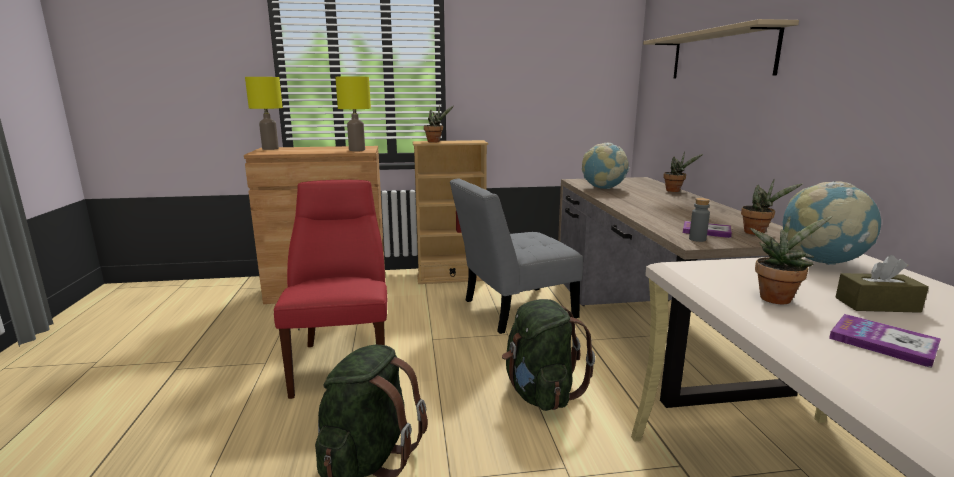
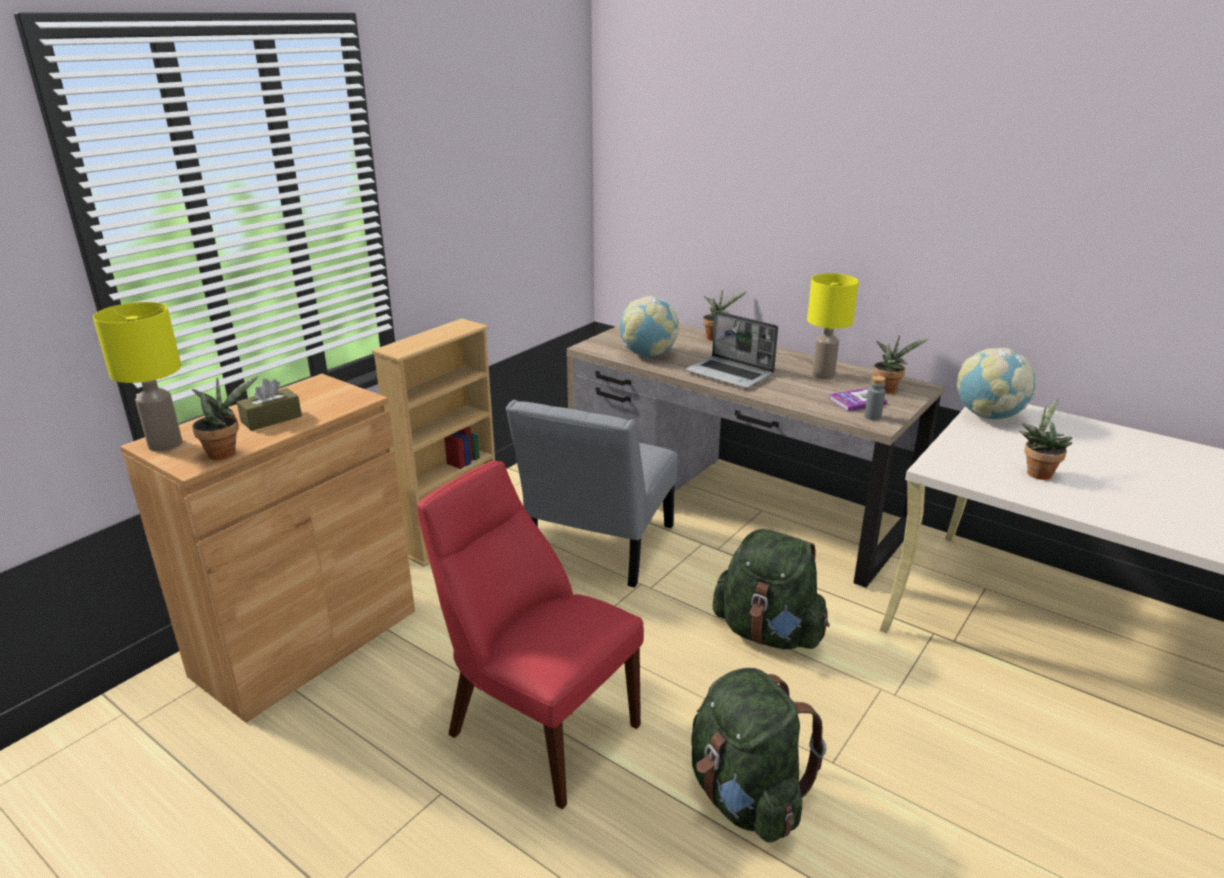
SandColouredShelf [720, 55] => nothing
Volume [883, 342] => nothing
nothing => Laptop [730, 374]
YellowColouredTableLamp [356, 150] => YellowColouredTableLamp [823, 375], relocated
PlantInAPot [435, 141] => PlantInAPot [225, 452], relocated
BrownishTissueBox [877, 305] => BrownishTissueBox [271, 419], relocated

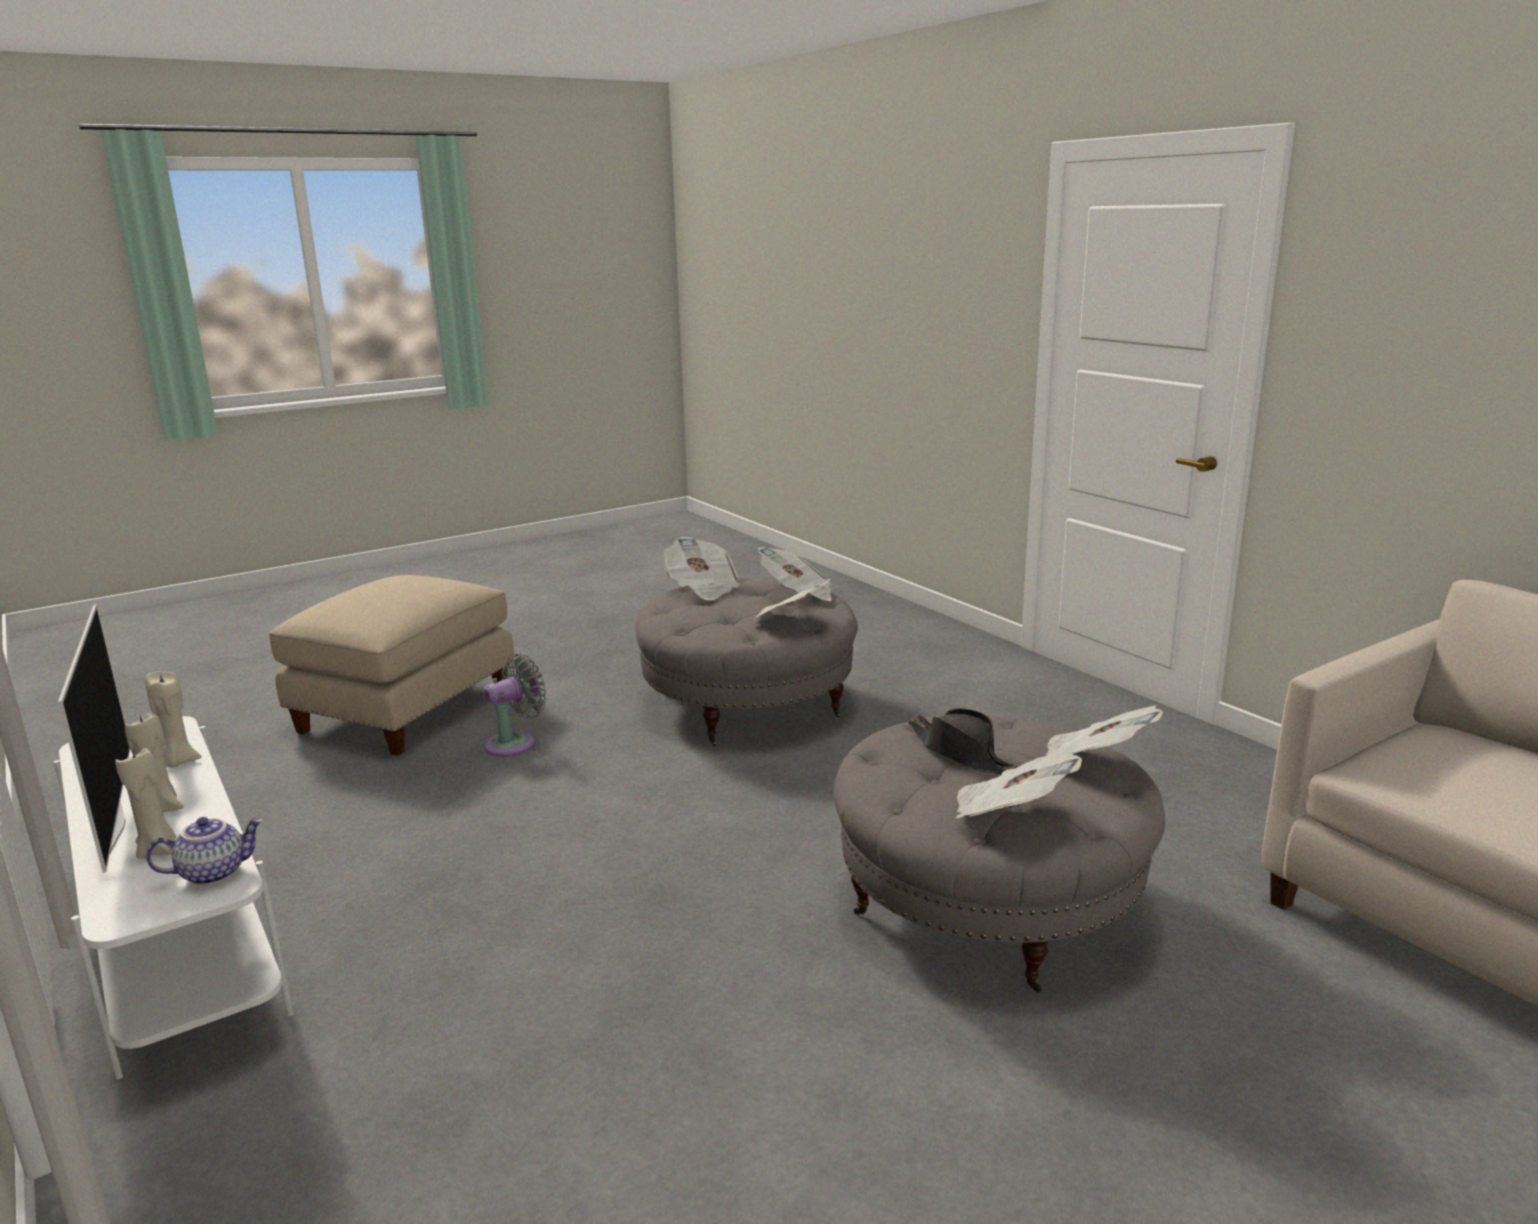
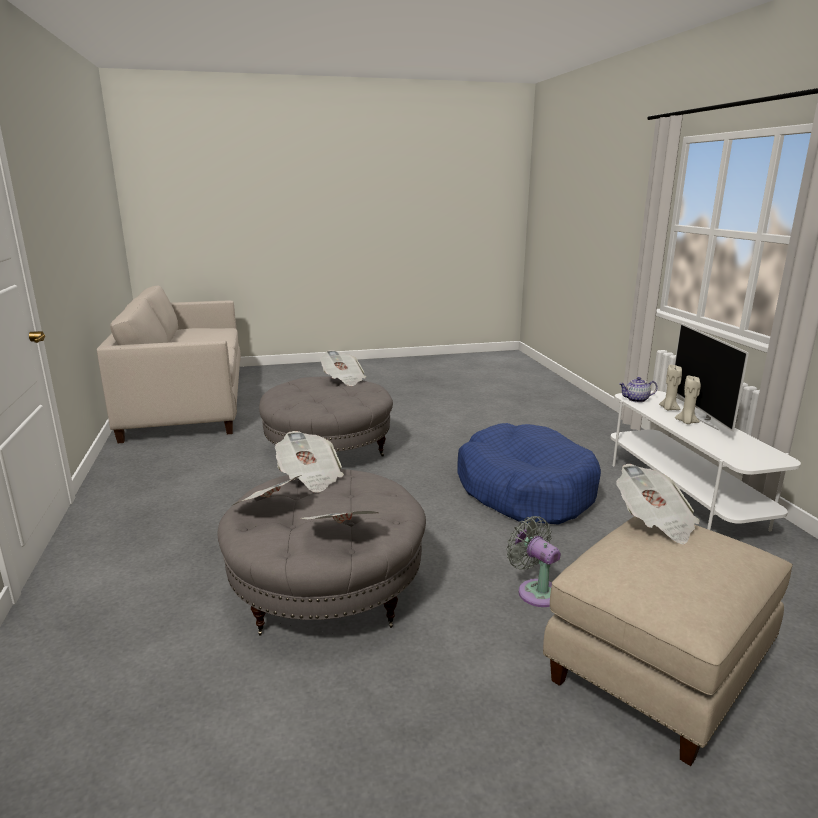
SandColouredWaxCandle [179, 761] => nothing
BlackHat [961, 753] => nothing
nothing => BluePetBed [525, 490]
PrintedPaper [1095, 760] => PrintedPaper [655, 522], relocated
GrayFan [515, 743] => GrayFan [535, 591], 75 degrees clockwise

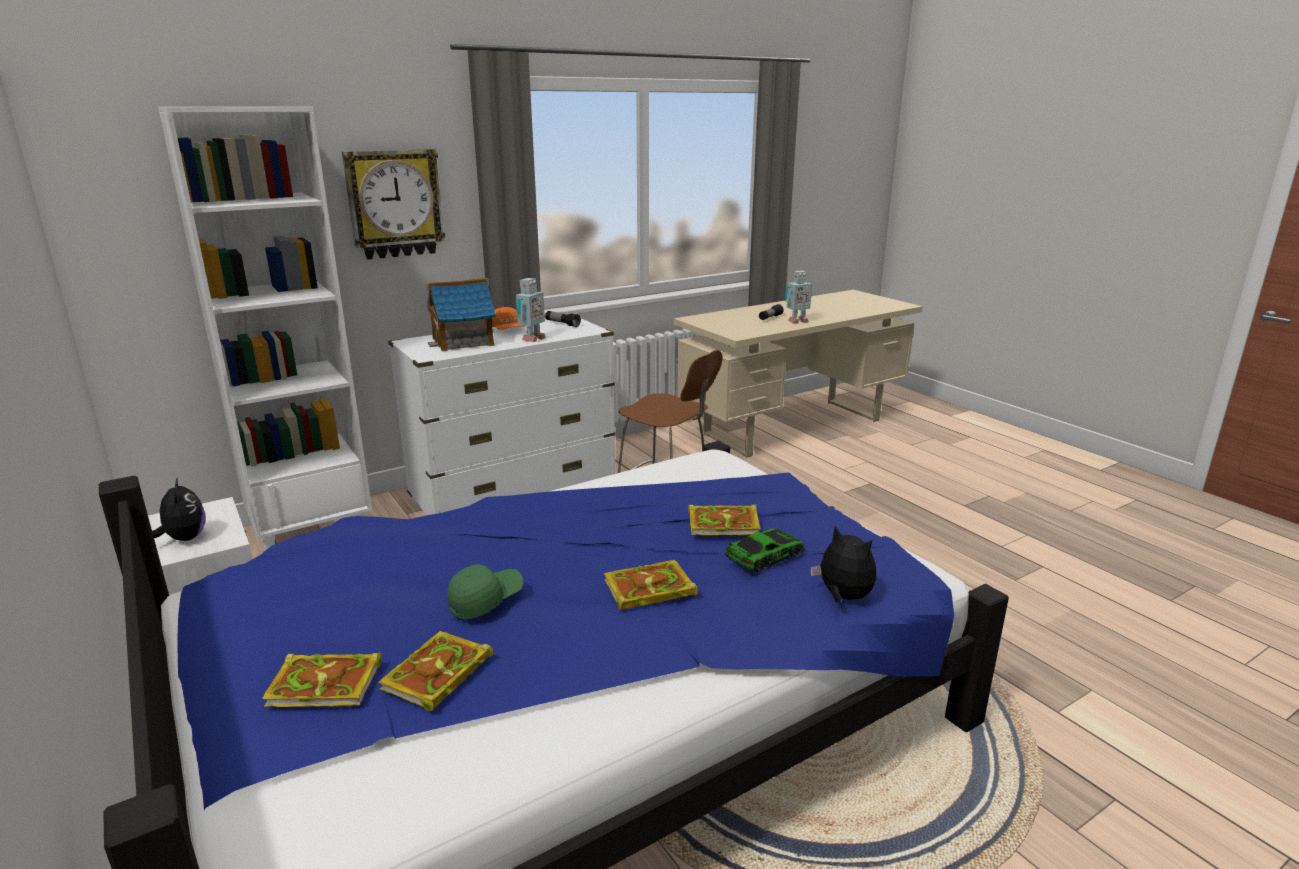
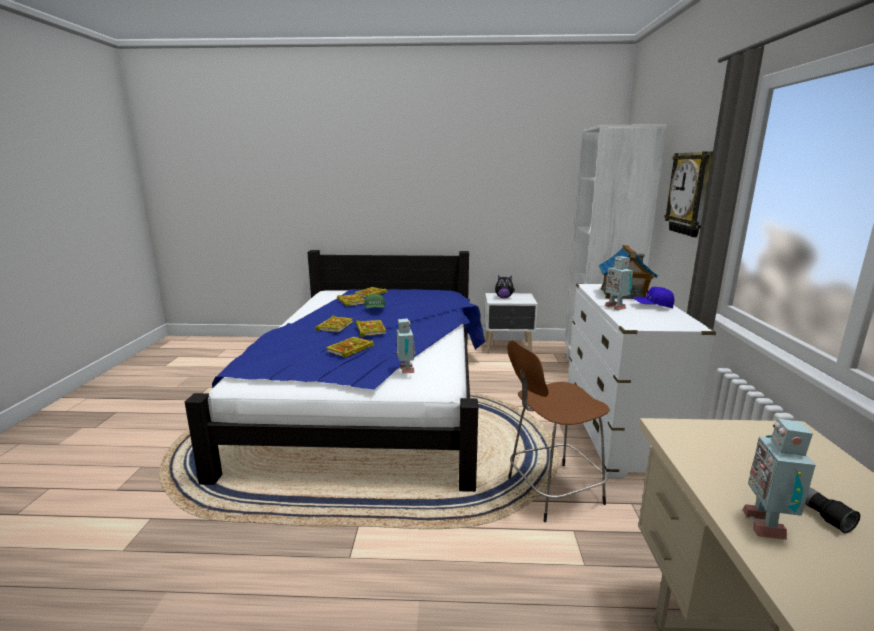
Flashlight [562, 324] => nothing
MiniatureCar [765, 556] => nothing
PlushToy [843, 597] => nothing
nothing => Volume [370, 329]
nothing => ModelRobot [405, 370]
OrangeColouredPeakedCap [507, 330] => BluePeakedCap [652, 306]

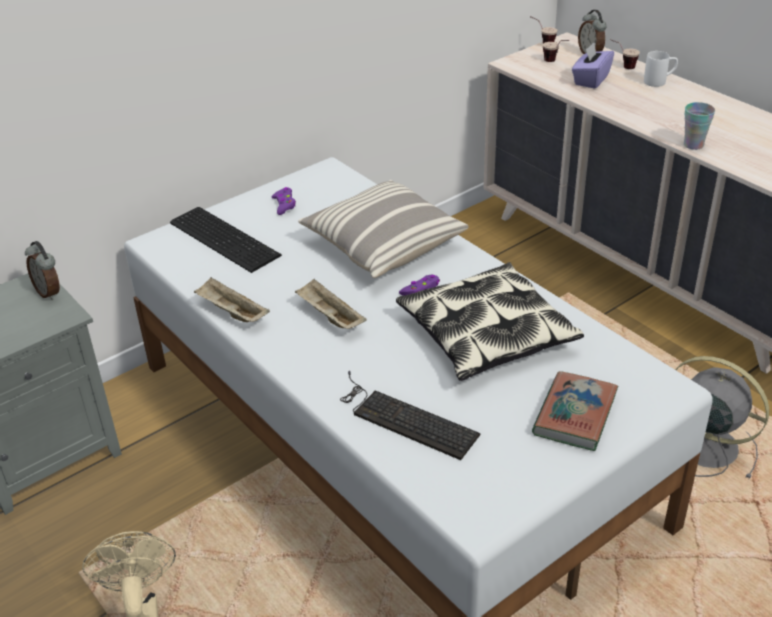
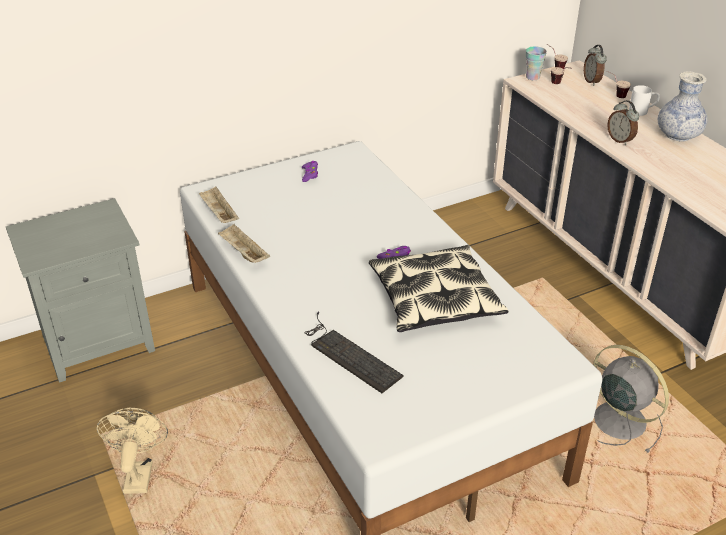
ComputerKeyboard [225, 237] => nothing
ThrowPillow [383, 245] => nothing
Volume [575, 415] => nothing
PurplishTissueBox [591, 80] => nothing
nothing => Vase [678, 135]
BedsideClock [49, 292] => BedsideClock [620, 140], relocated
SandColouredCarryingTray [329, 316] => SandColouredCarryingTray [219, 214], relocated
Cup [693, 145] => Cup [532, 77], relocated

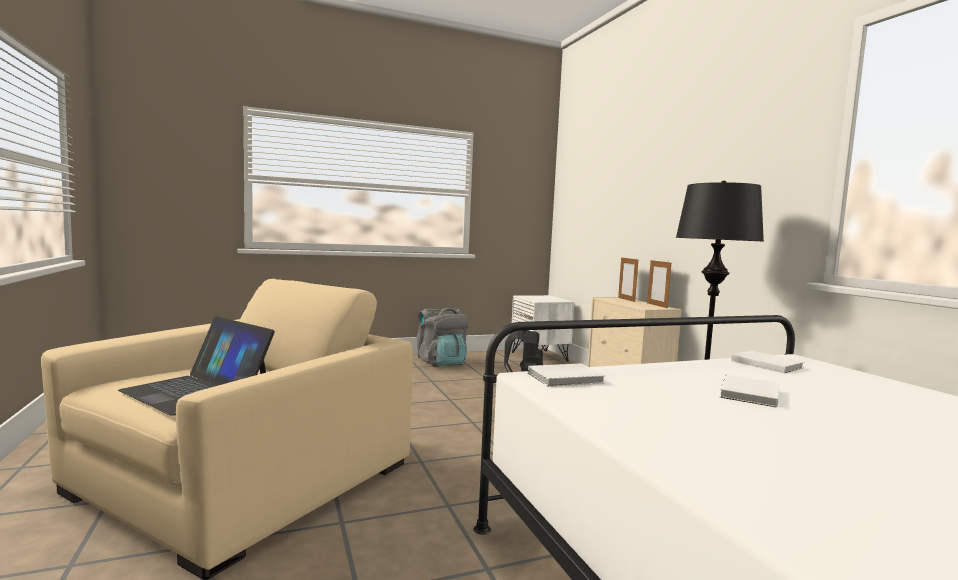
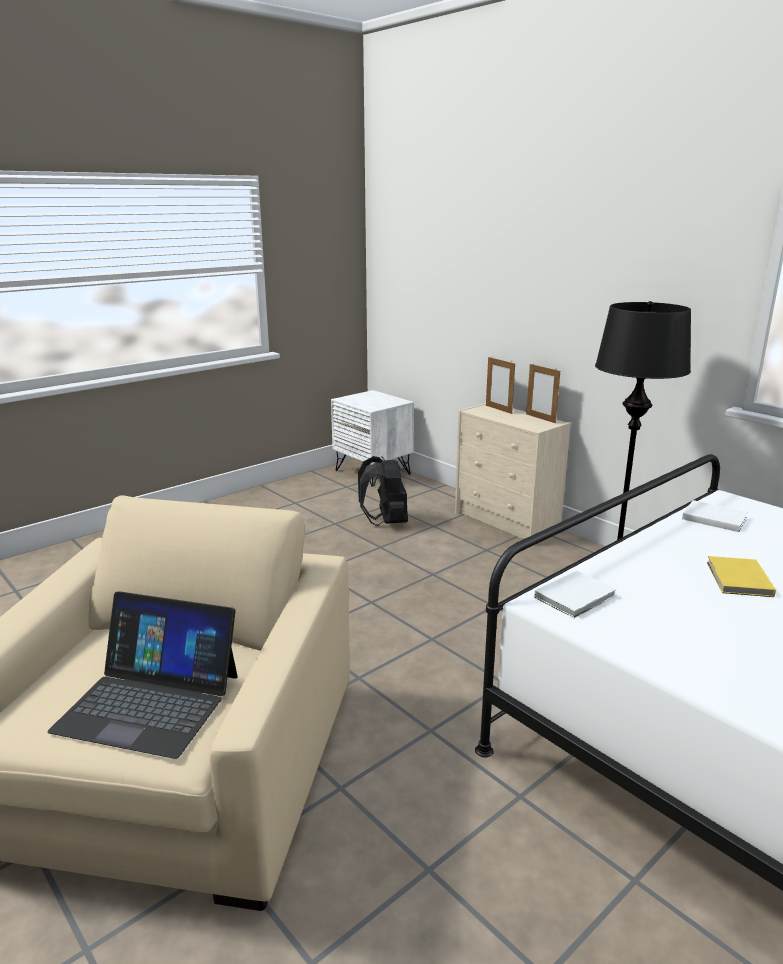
GrayRucksack [441, 362] => nothing
WhiteVolume [748, 394] => YellowColouredVolume [738, 580]

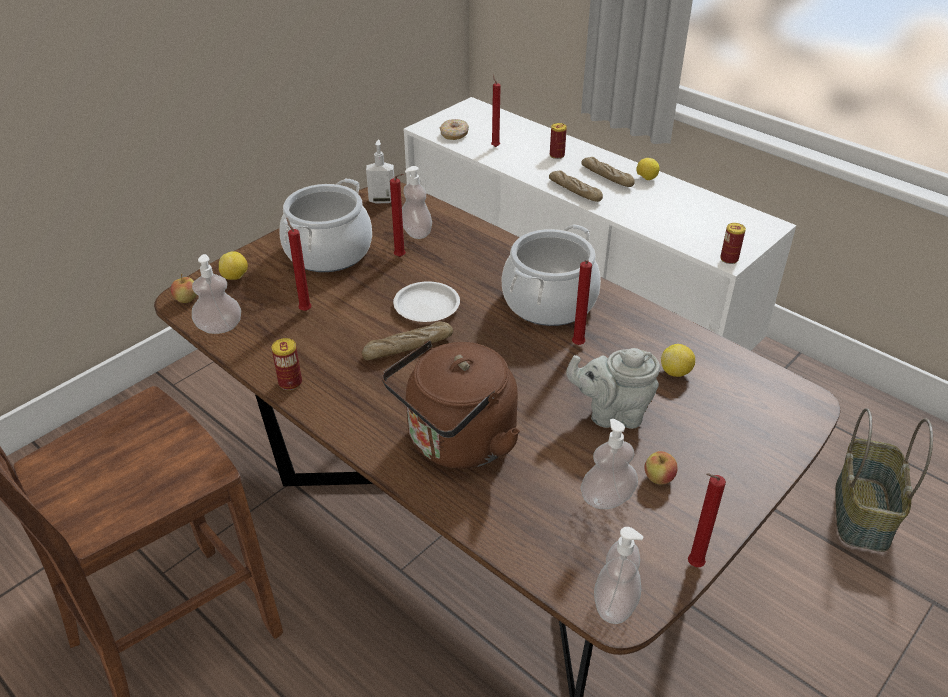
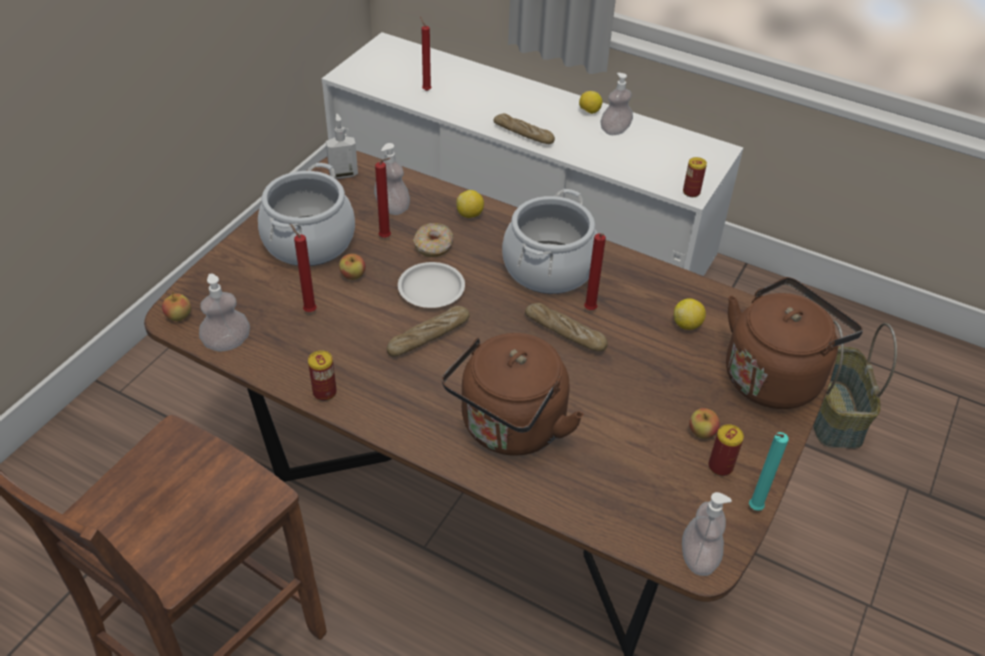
GrayTeapot [612, 413] => nothing
nothing => Apple [353, 276]
nothing => BrownishKettle [775, 375]
CitrusFruit [235, 277] => CitrusFruit [470, 215], relocated
Donut [454, 134] => Donut [433, 246], relocated
SealedCan [557, 155] => SealedCan [720, 466], relocated
Bread [606, 177] => Bread [565, 333], relocated
SoapBottle [607, 499] => SoapBottle [615, 130], relocated
ReddishWaxCandle [692, 565] => TurquoiseWaxCandle [753, 509]

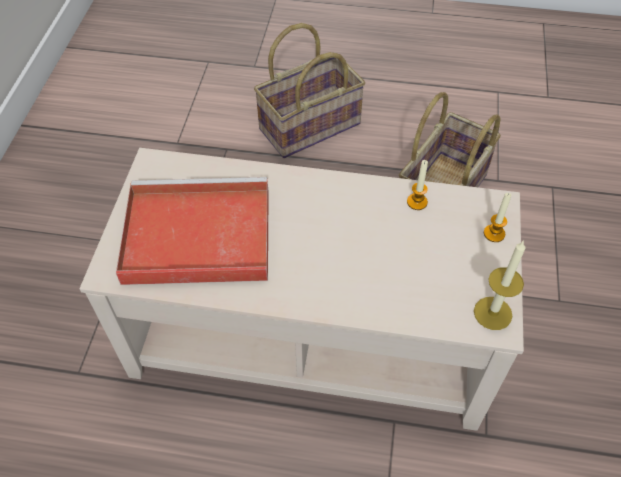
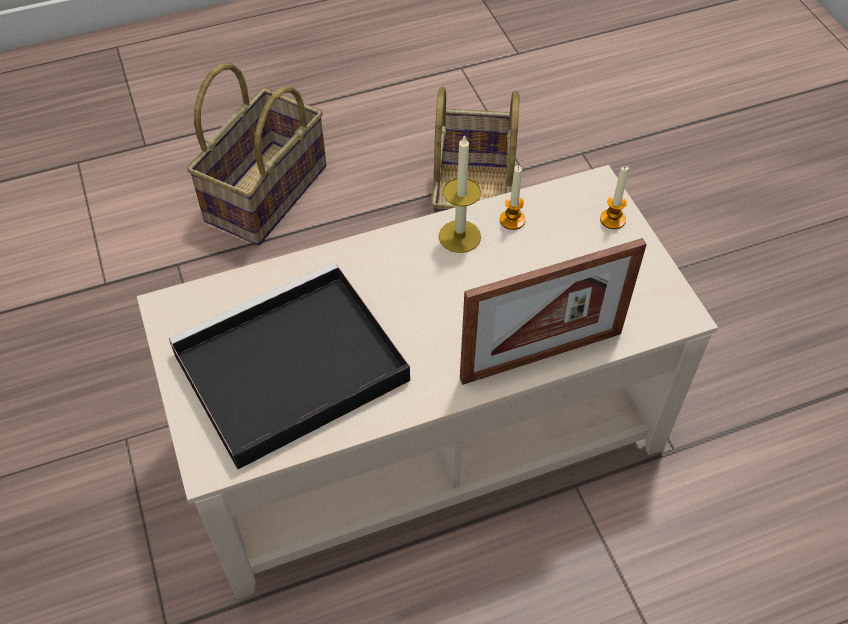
nothing => StandingFrame [541, 356]
WaxCandle [492, 313] => WaxCandle [459, 236], relocated
ReddishCarryingTray [194, 236] => BlackCarryingTray [287, 370]

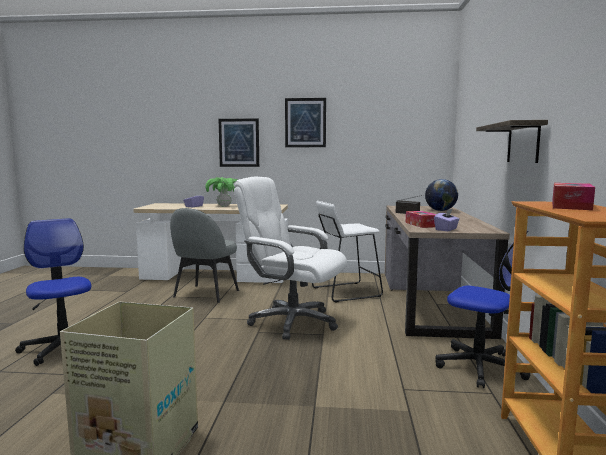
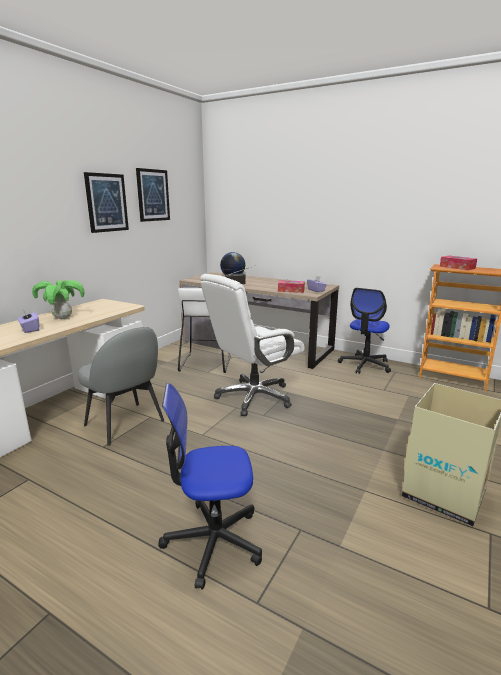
Shelf [523, 143] => nothing
WallArt [239, 142] => WallArt [153, 195], relocated
DeskChair [480, 367] => DeskChair [365, 365], 150 degrees clockwise

